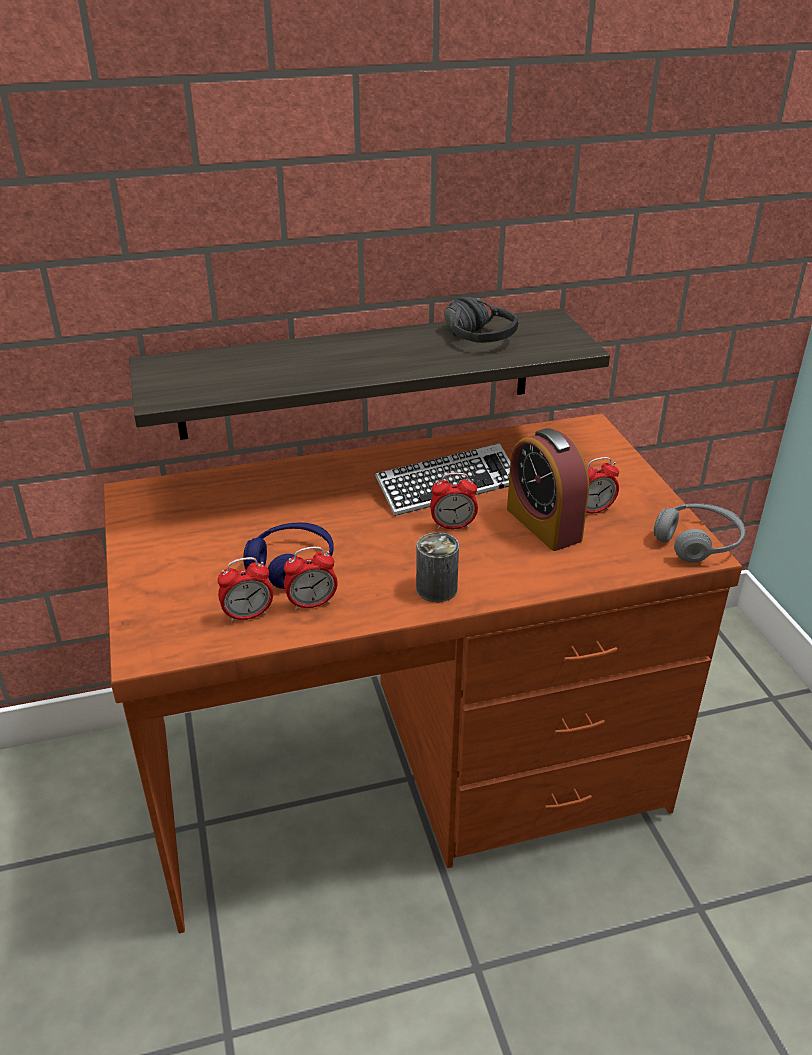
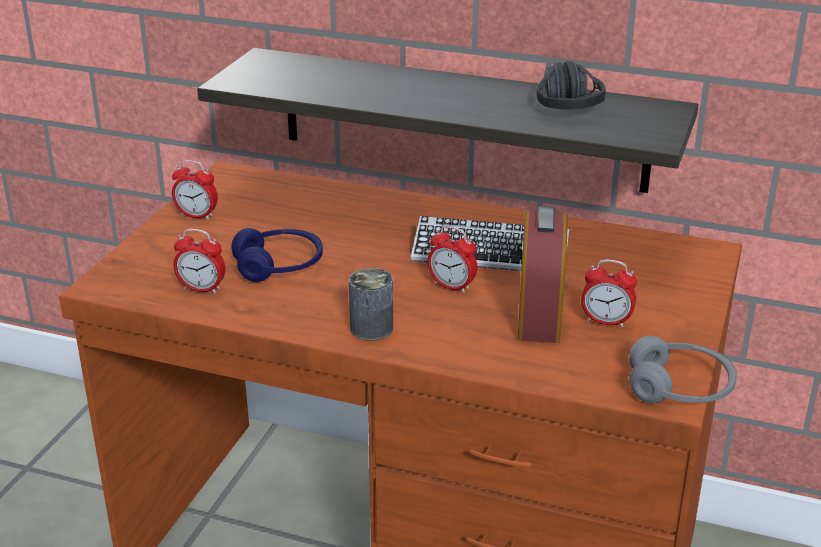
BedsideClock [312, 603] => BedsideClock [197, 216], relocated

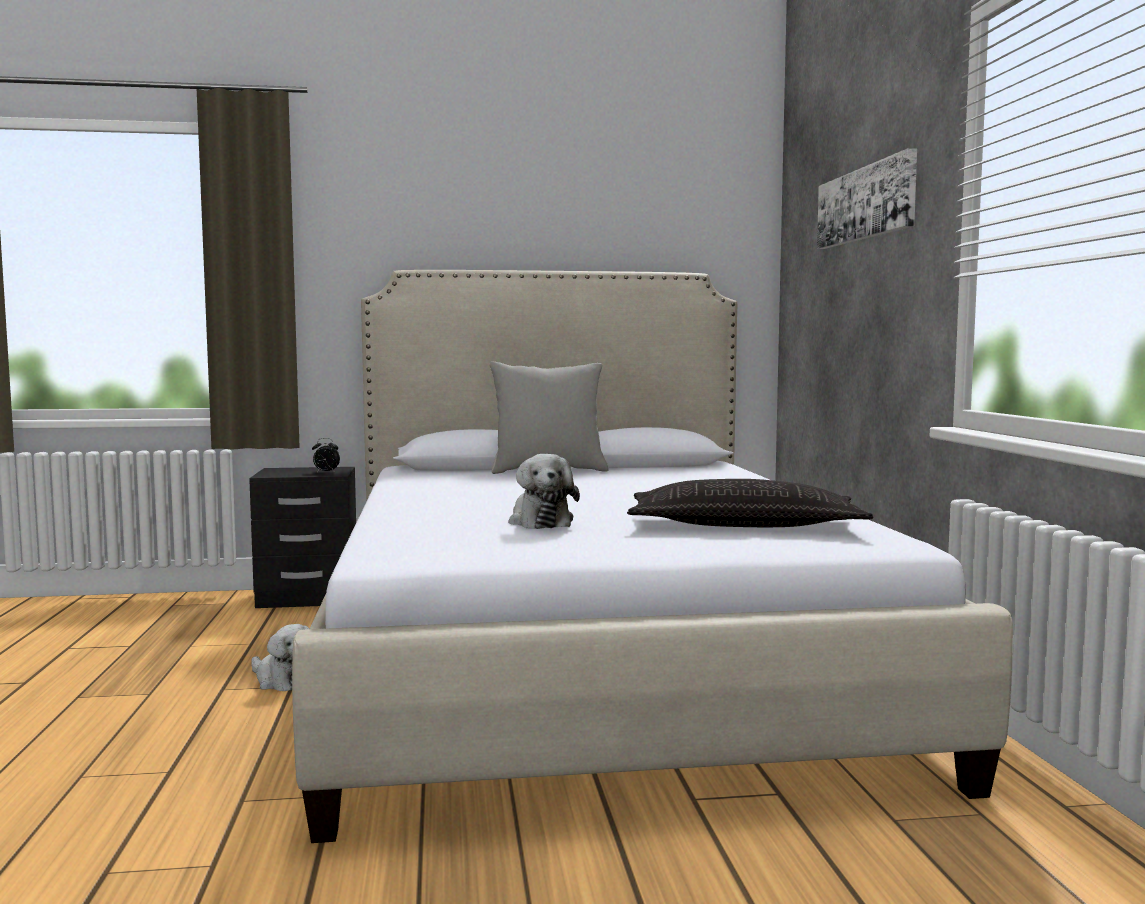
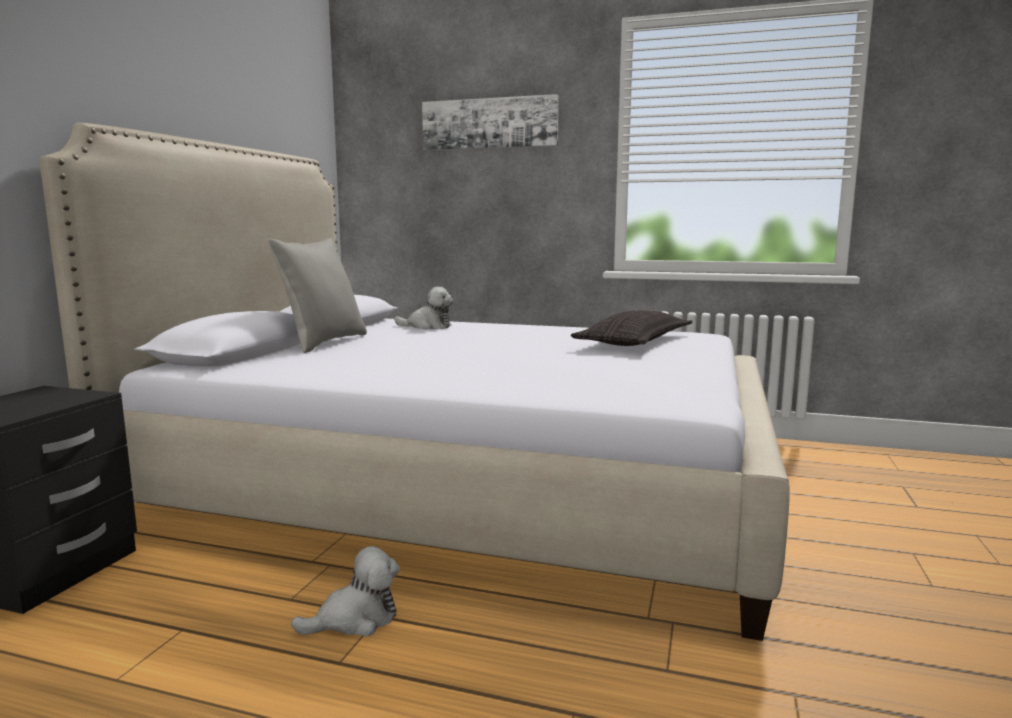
BedsideClock [325, 472] => nothing
PlushToy [540, 521] => PlushToy [428, 326], relocated

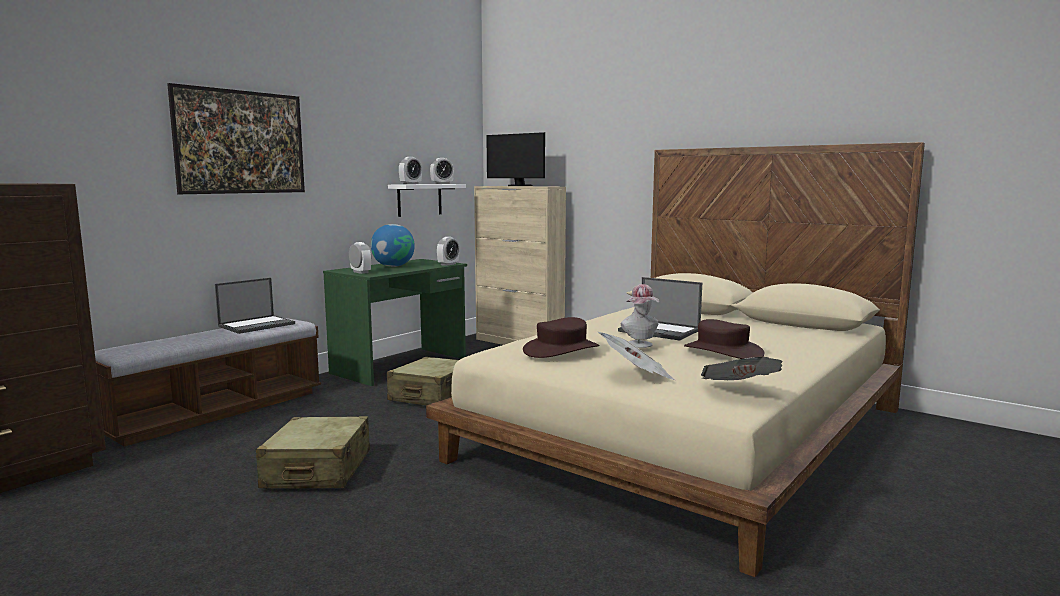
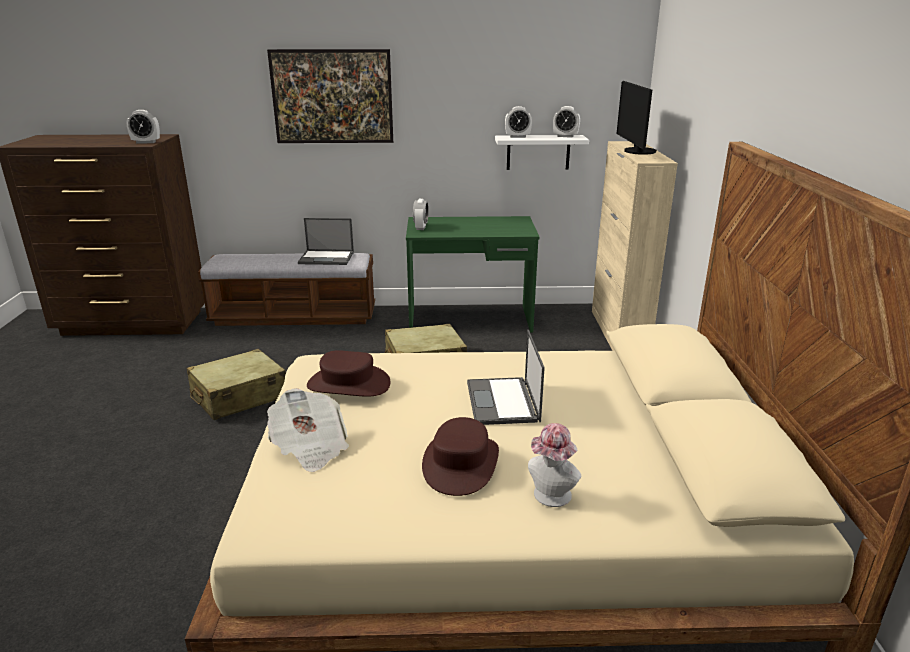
DeskGlobe [393, 266] => nothing
PrintedPaper [739, 391] => nothing
BedsideClock [448, 264] => BedsideClock [146, 142], relocated
Hat [640, 345] => Hat [550, 497], relocated

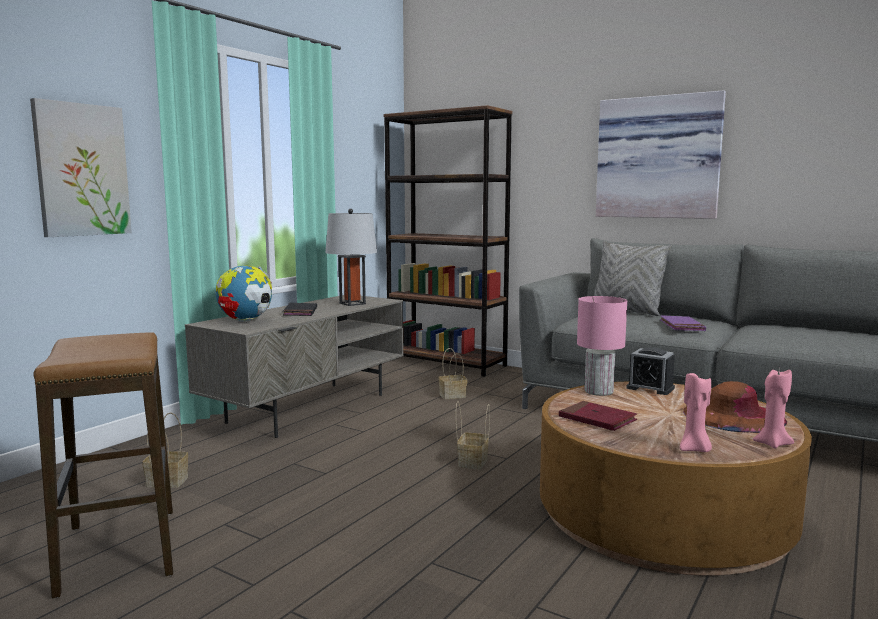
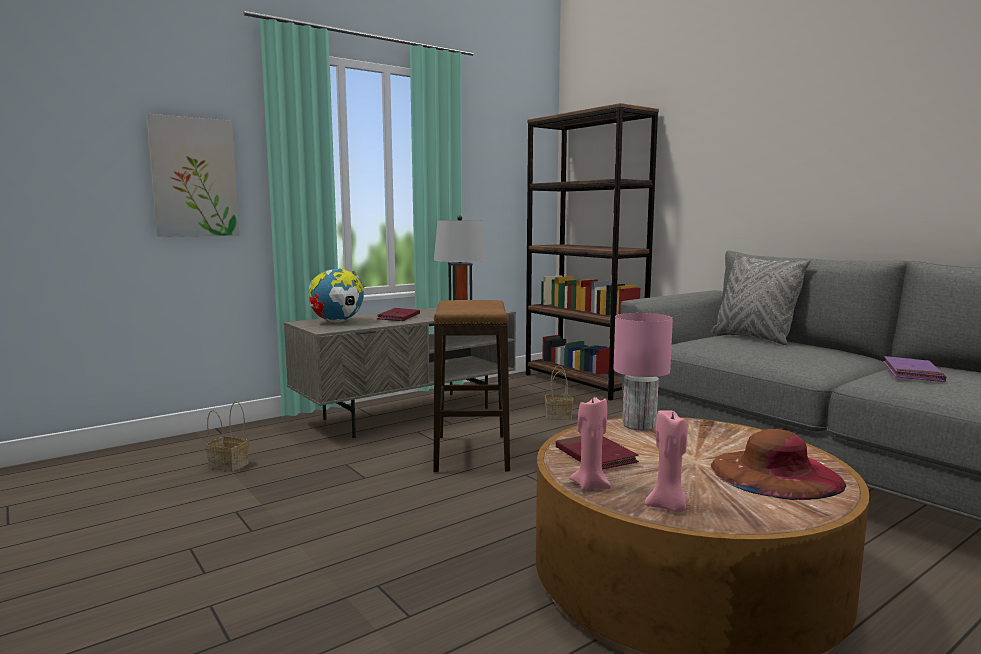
Basket [472, 461] => nothing
WallArt [658, 157] => nothing
BedsideClock [650, 388] => nothing
SittingStool [119, 550] => SittingStool [471, 453], relocated
PurplishVolume [682, 326] => PurplishVolume [912, 373], relocated
PinkWaxCandle [772, 444] => PinkWaxCandle [591, 486], relocated
BlackVolume [300, 312] => ReddishVolume [399, 317]

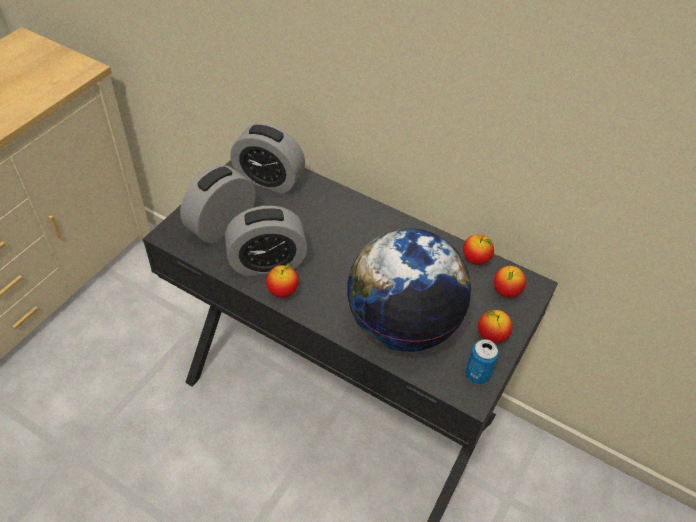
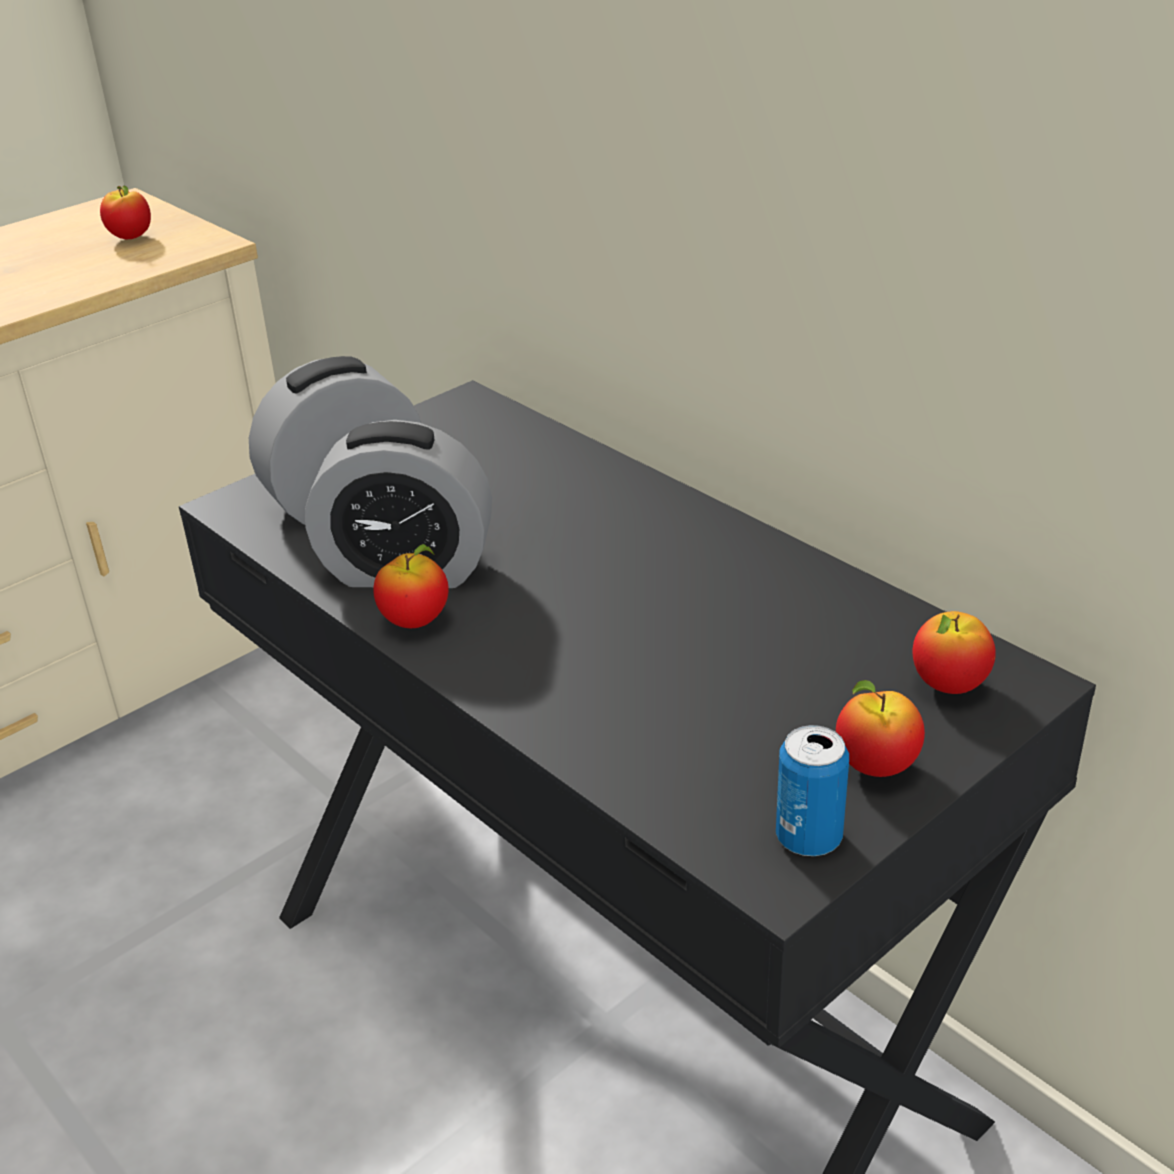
BedsideClock [269, 180] => nothing
DeskGlobe [402, 324] => nothing
Apple [475, 259] => Apple [131, 238], relocated

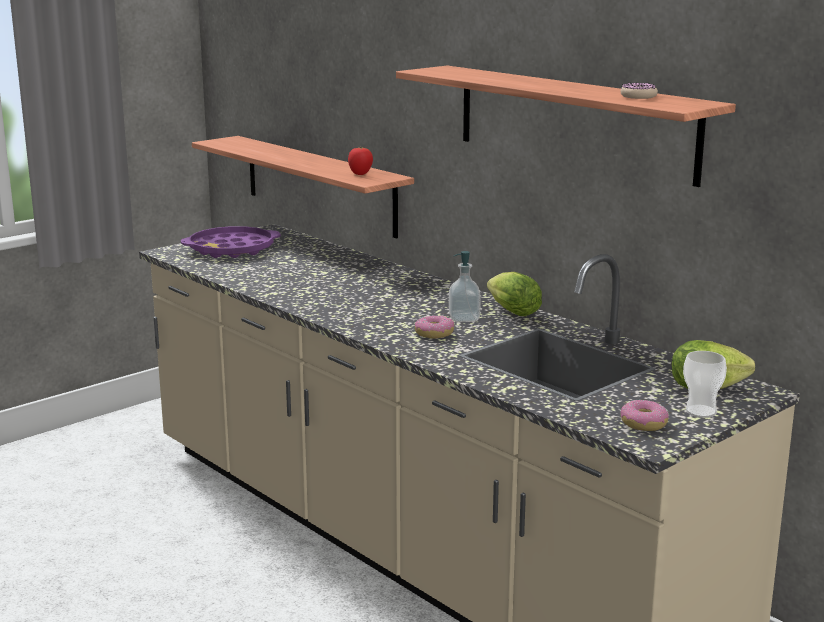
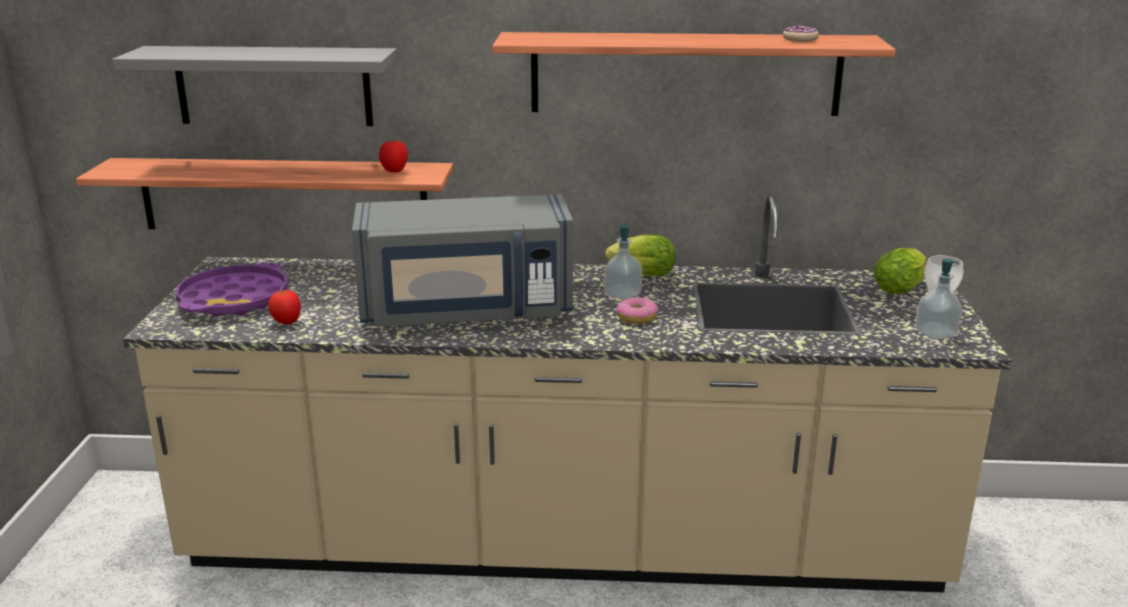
nothing => GrayShelf [273, 86]
nothing => Tomato [287, 323]
nothing => GrayMicrowave [467, 311]
Donut [643, 423] => SoapBottle [935, 333]

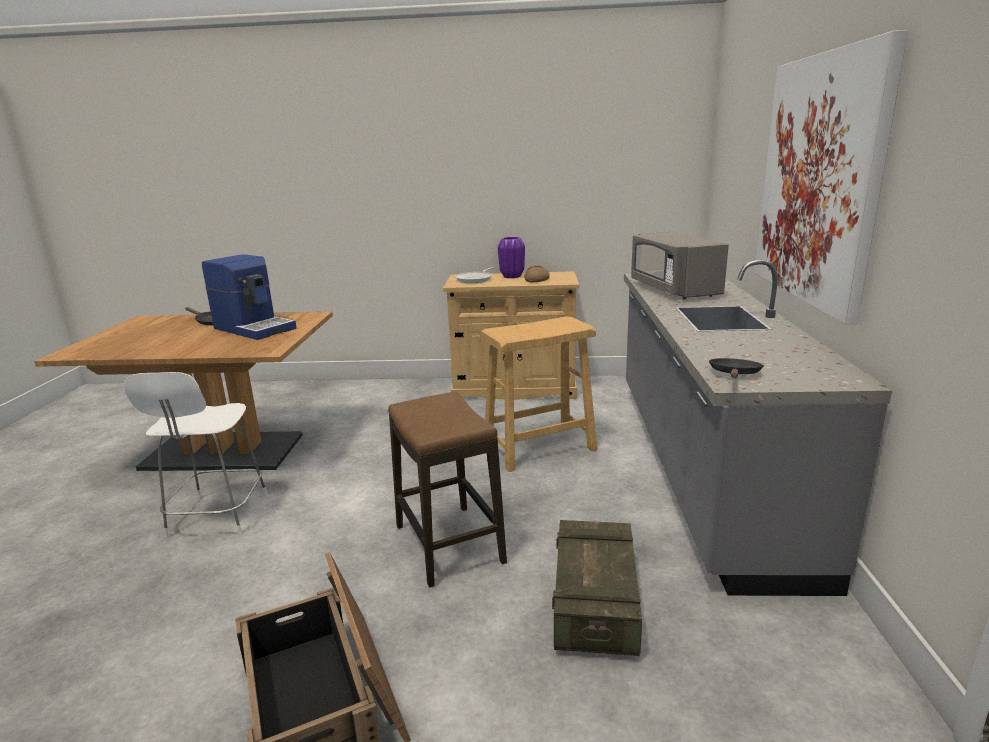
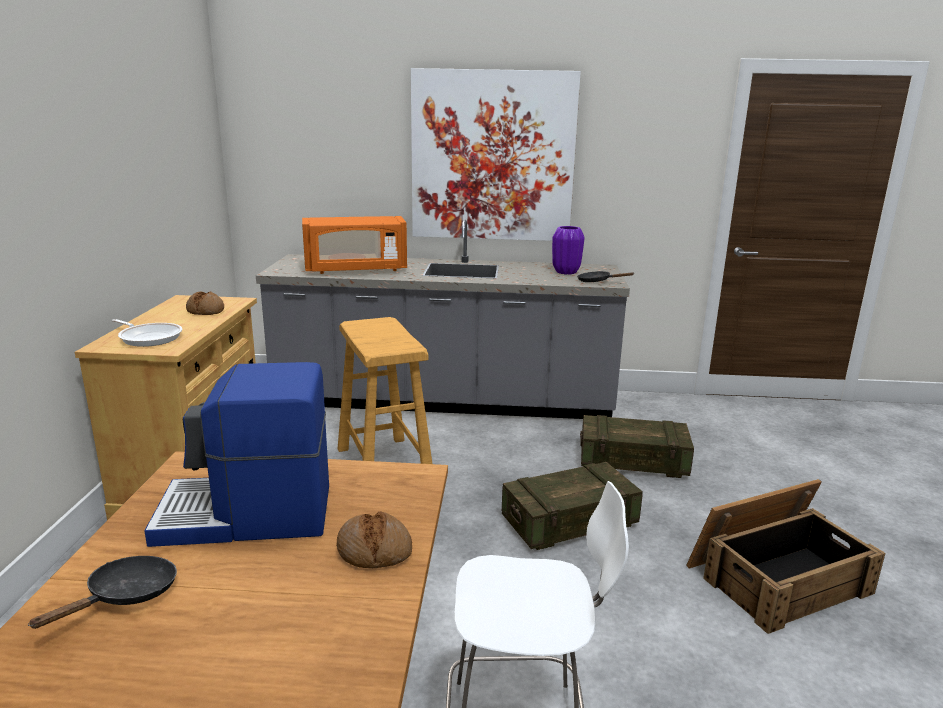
nothing => Bread [374, 550]
PurplishVase [511, 276] => PurplishVase [566, 272], relocated
SittingStool [449, 544] => Crate [569, 523]
GrayMicrowave [673, 289] => OrangeColouredMicrowave [356, 270]
CoffeeBrewer [255, 328] => CoffeeBrewer [247, 515], 135 degrees counterclockwise

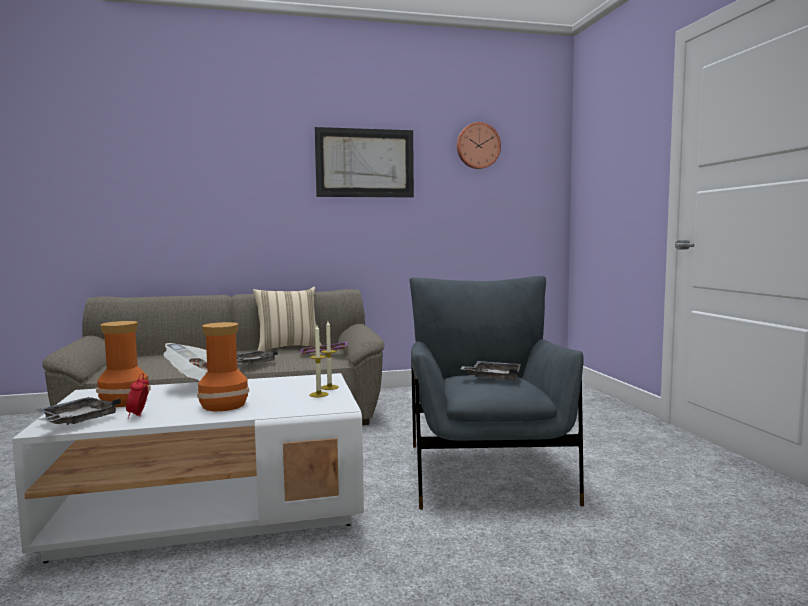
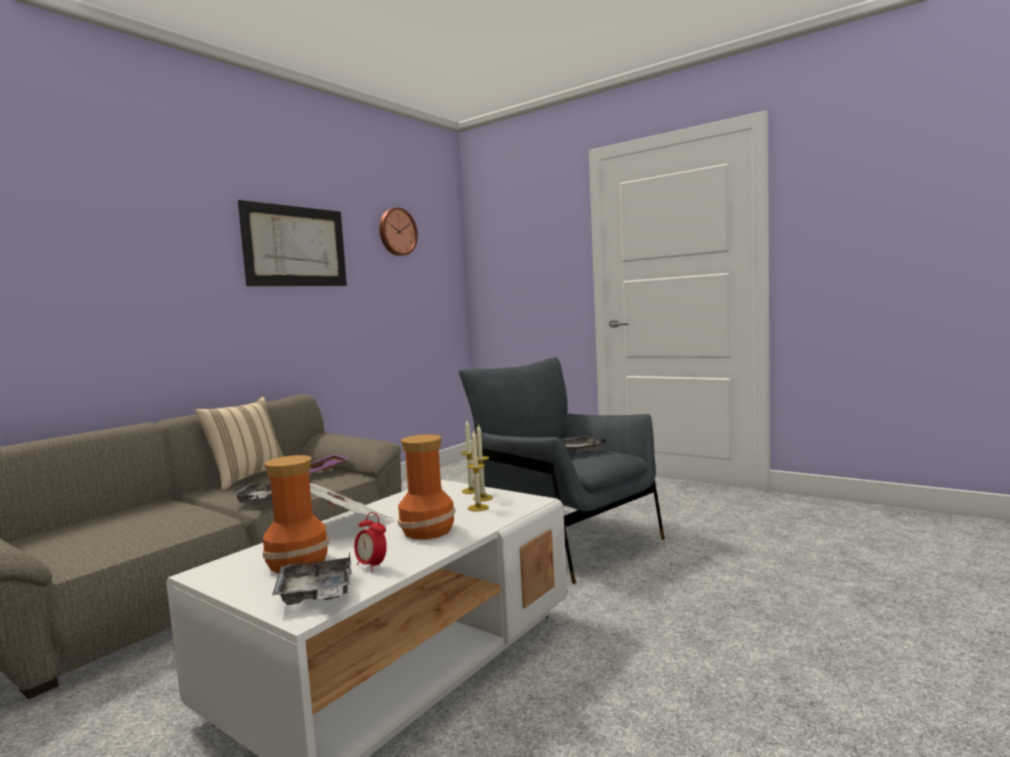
nothing => WaxCandle [478, 508]

